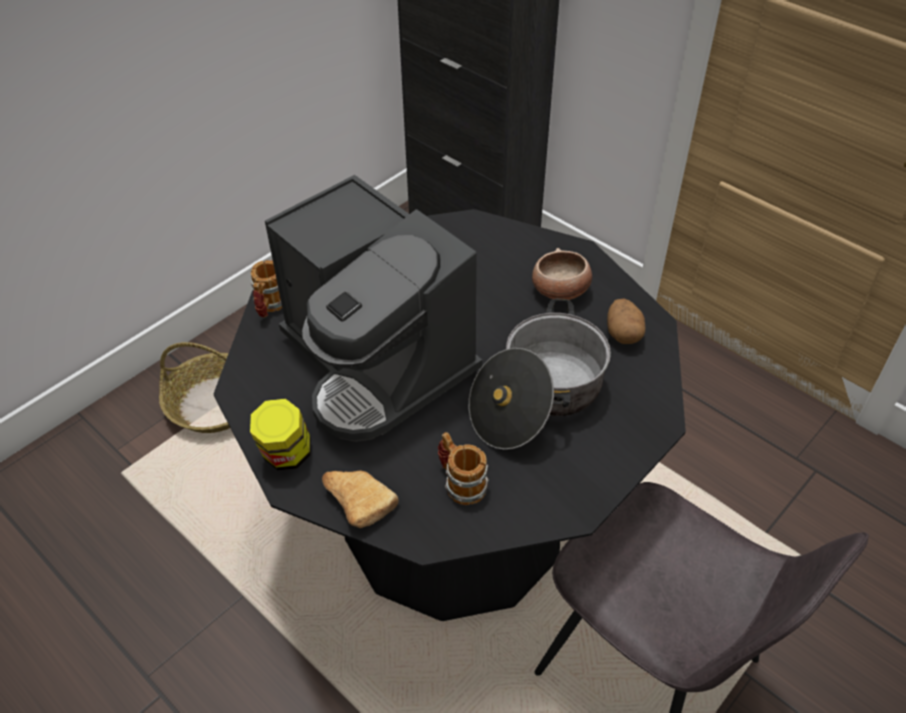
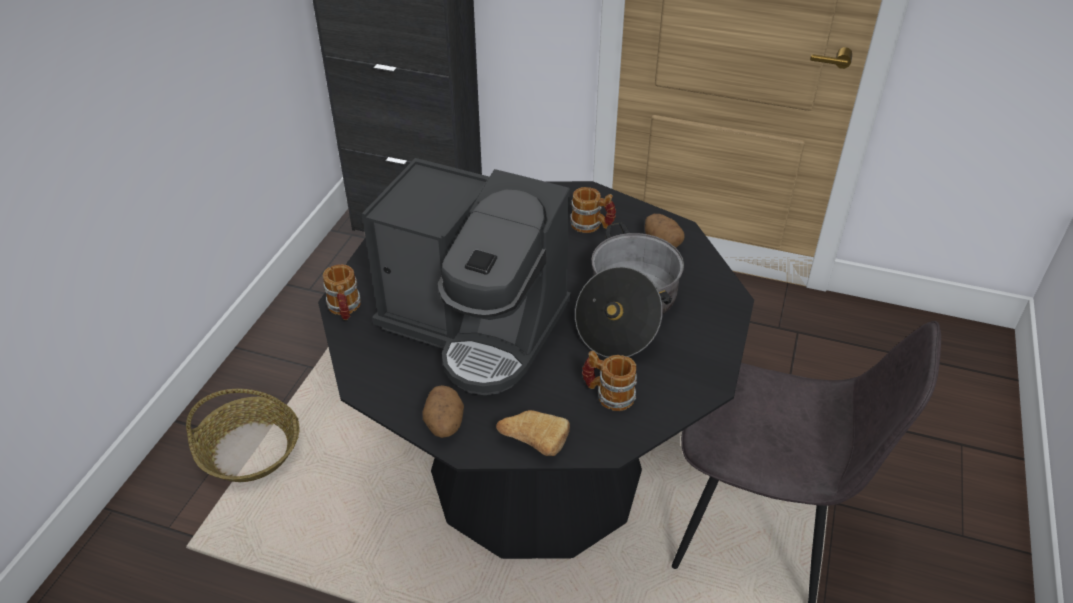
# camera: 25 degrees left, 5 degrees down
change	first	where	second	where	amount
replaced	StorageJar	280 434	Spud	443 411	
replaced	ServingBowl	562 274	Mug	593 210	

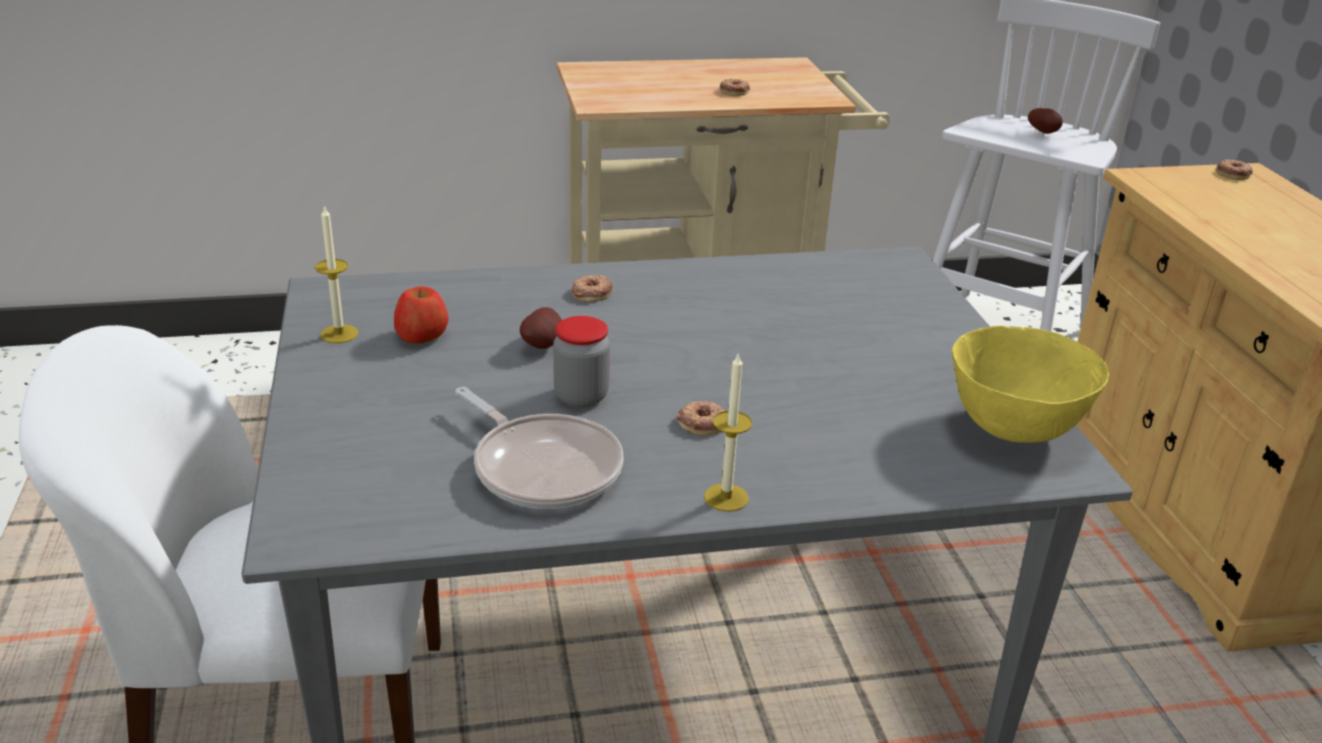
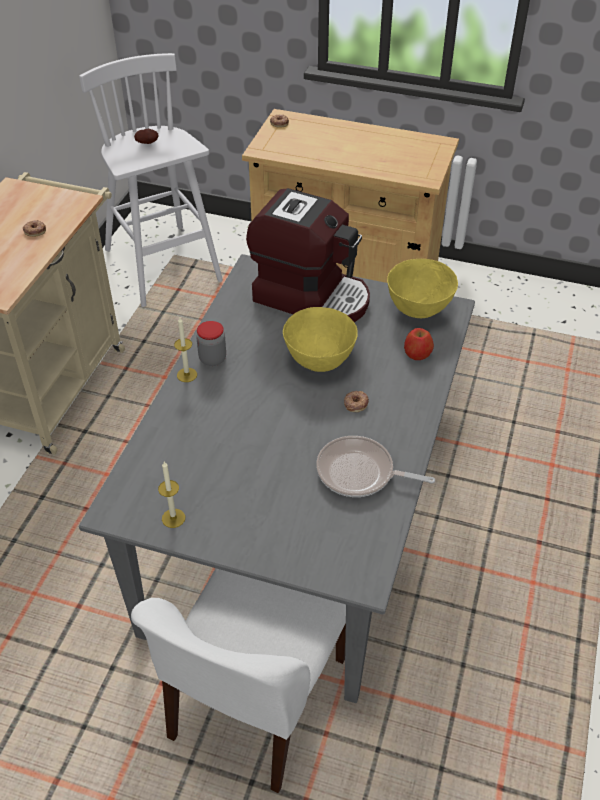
# camera: 60 degrees left, 15 degrees up
change	first	where	second	where	amount
removed	Spud	541 328			
removed	Doughnut	591 288			
added			CoffeeMaker	308 255	
added			YellowColouredServingBowl	320 339	
moved	Apple	421 315		419 344	
moved	StorageJar	581 361		211 343	
moved	WaxLight	728 433		185 350	
turned	Skillet	539 448		375 466	150 degrees counterclockwise

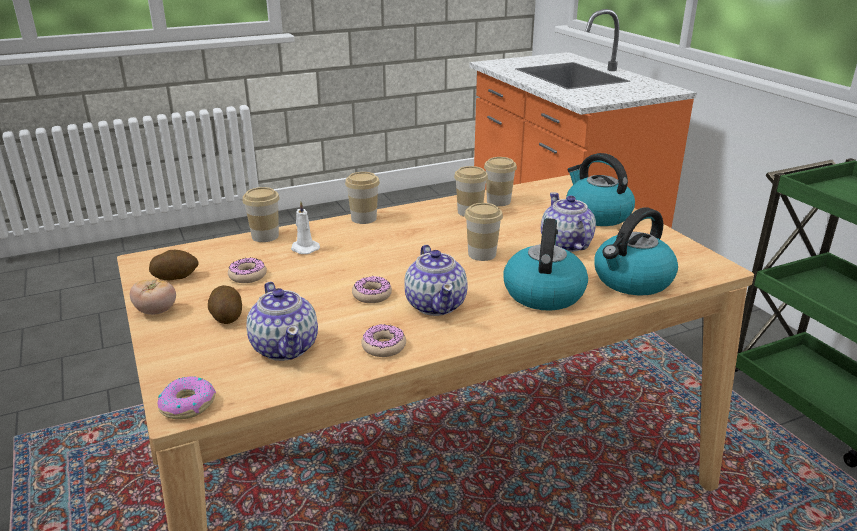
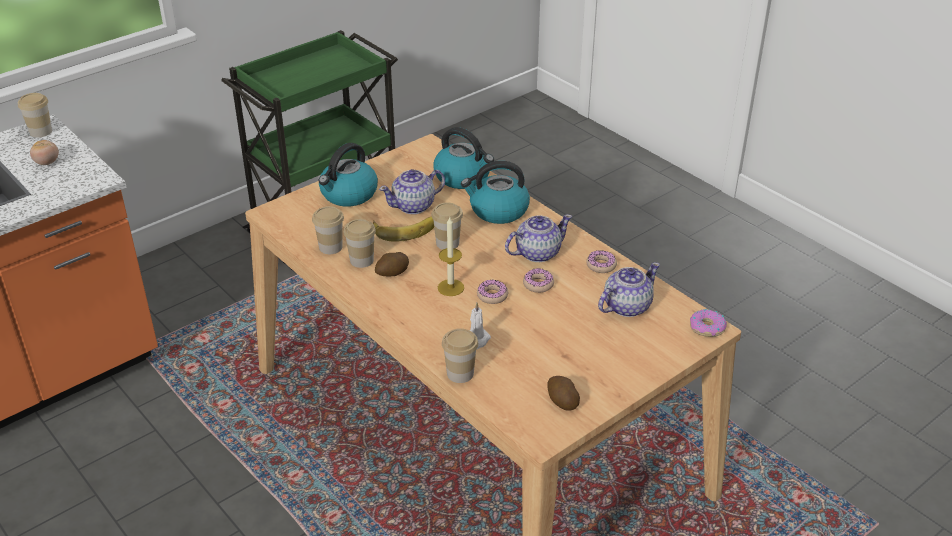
# camera: 105 degrees left, 10 degrees up
change	first	where	second	where	amount
added			BananaFruit	403 229	
added			WaxLight	451 256	
moved	Tomato	153 297		44 152	
moved	Spud	225 304		392 264	
moved	Doughnut	247 270		492 292	
moved	SmallCup	362 198		35 115	

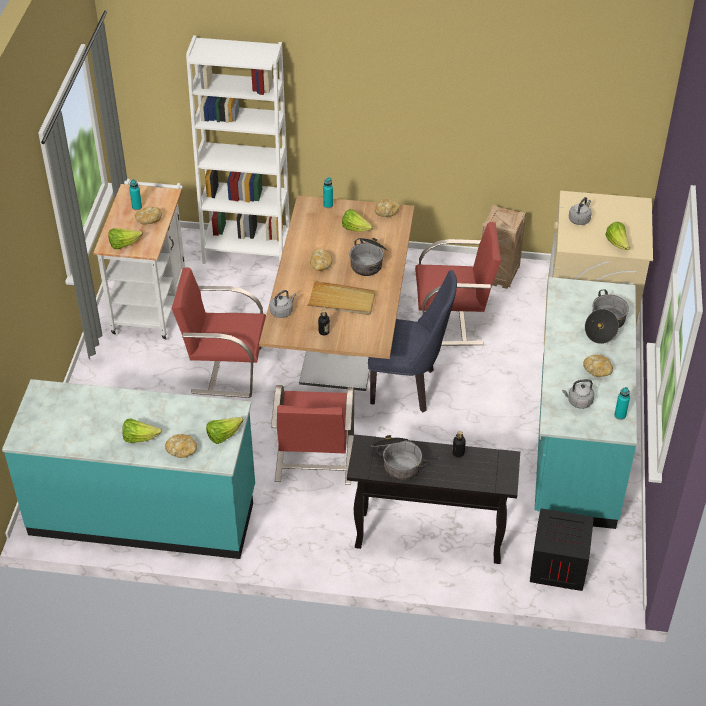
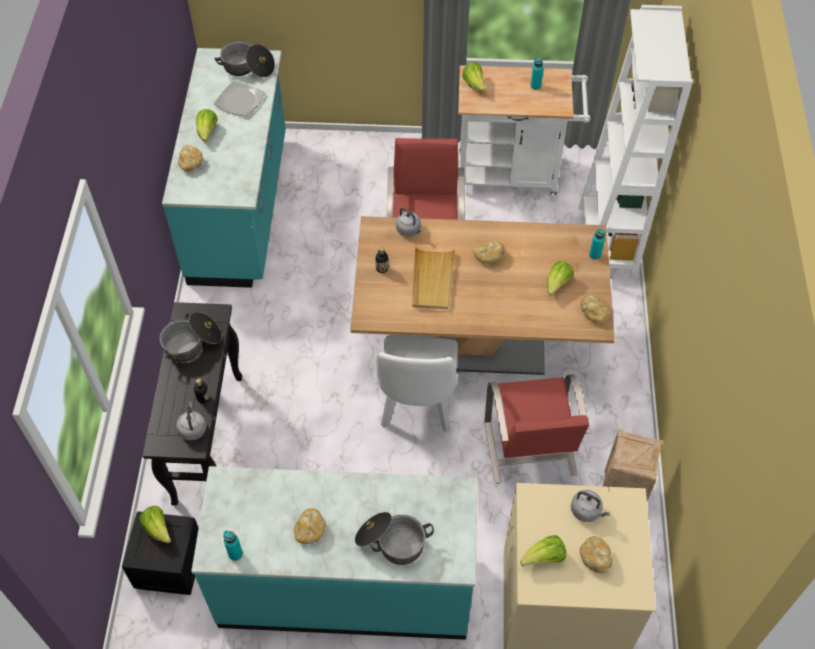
# camera: 85 degrees right, 10 degrees up
change	first	where	second	where	amount
removed	ReddishPlainChair	312 435			
added			DinnerPlate	239 99	
moved	BakeryBread	148 215		596 554	
moved	HeadOfLettuce	224 430		155 524	
moved	Stockpot	369 257		244 59	
moved	GreyishTeaKettle	578 394		191 421	
recoloured	BlueColouredPlainChair	412 341	WhiteColouredPlainChair	417 384	

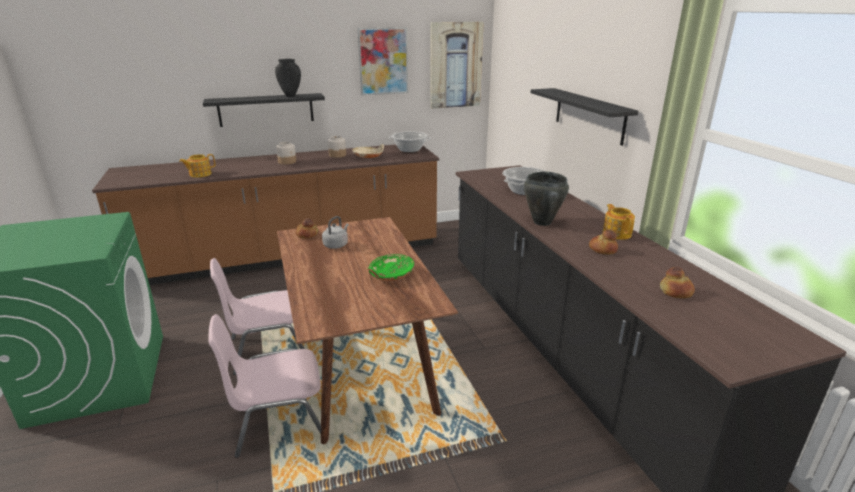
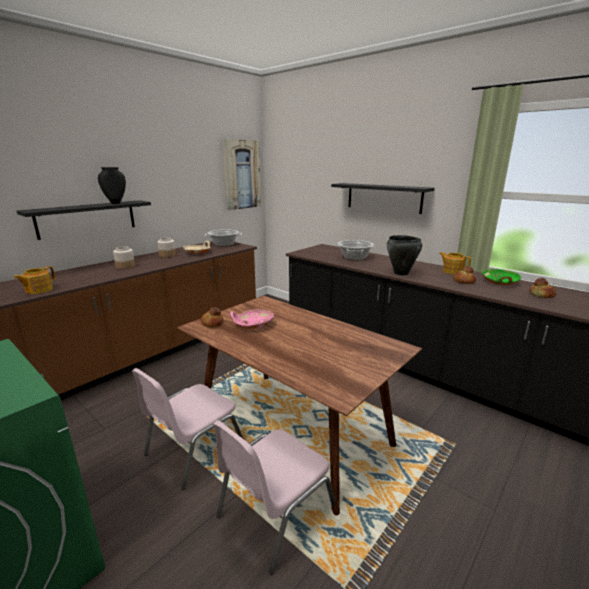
# camera: 30 degrees left, 5 degrees down
change	first	where	second	where	amount
removed	Picture	383 61			
moved	GreenishServingBowl	391 267		501 277	
replaced	GreyishTeaKettle	335 232	PinkColouredServingBowl	252 319	

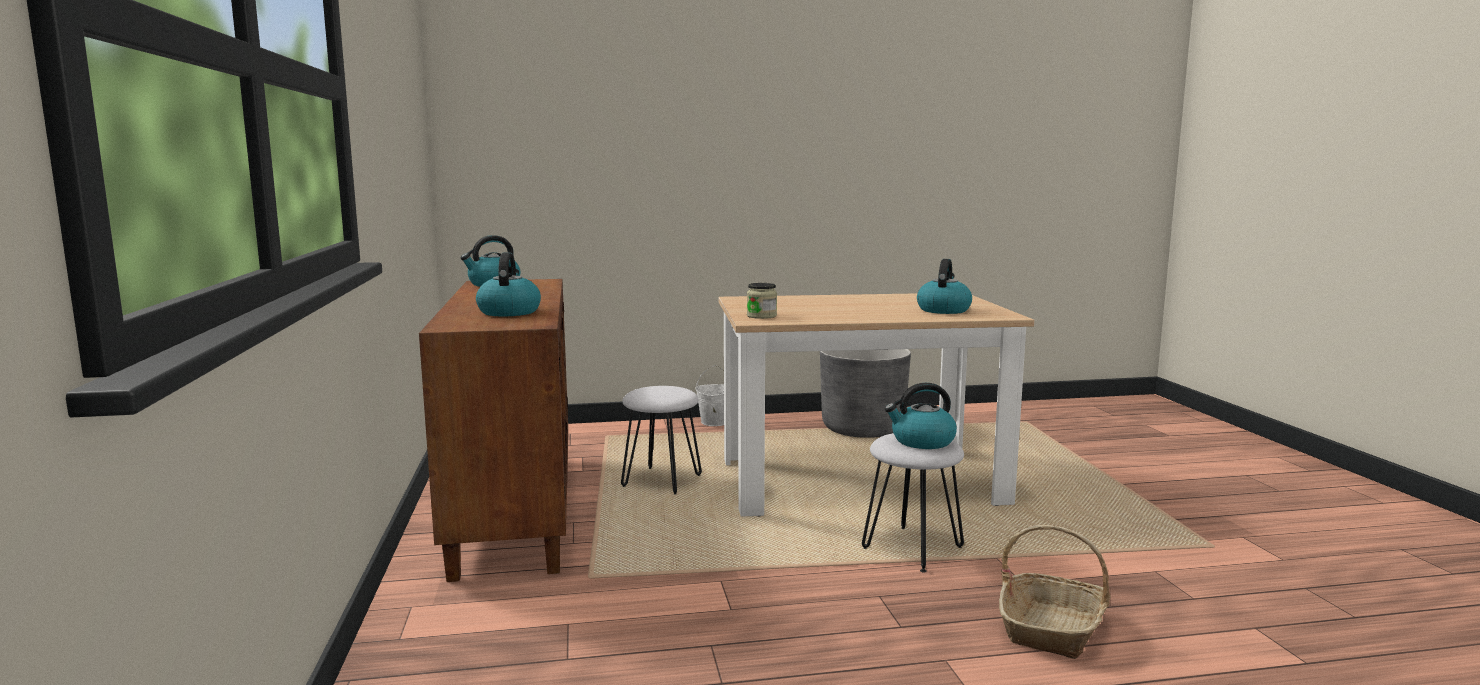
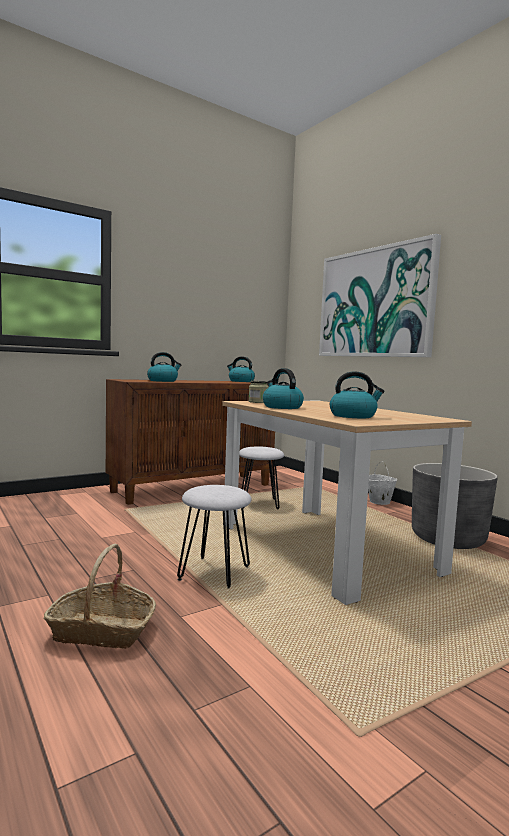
# camera: 65 degrees right, 5 degrees down
change	first	where	second	where	amount
added			Picture	380 295	
moved	TeaKettle	921 416		283 388	

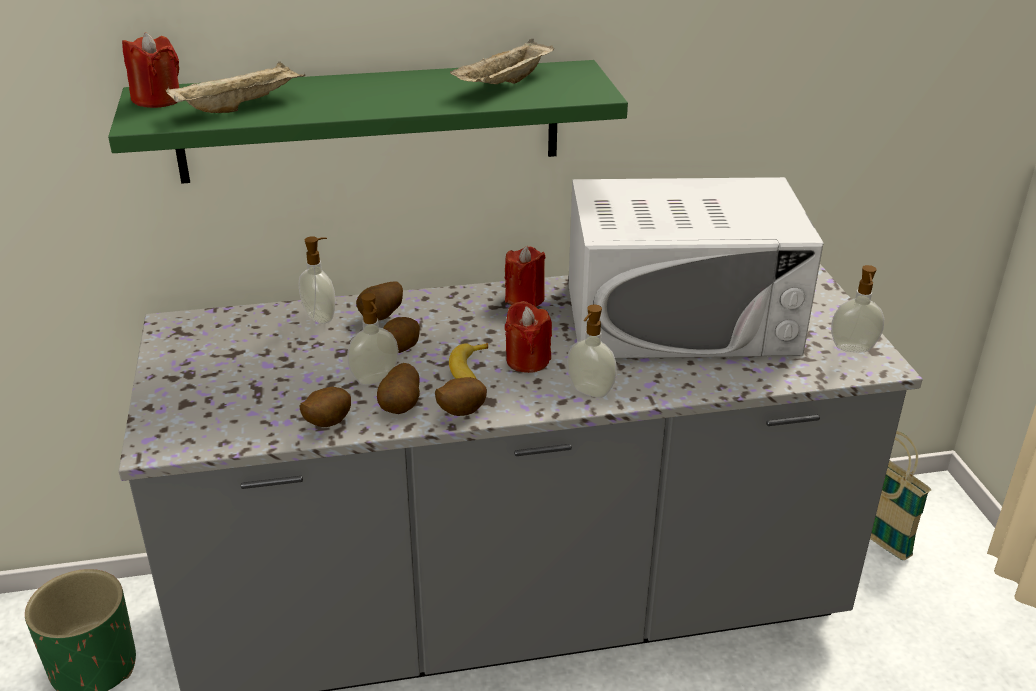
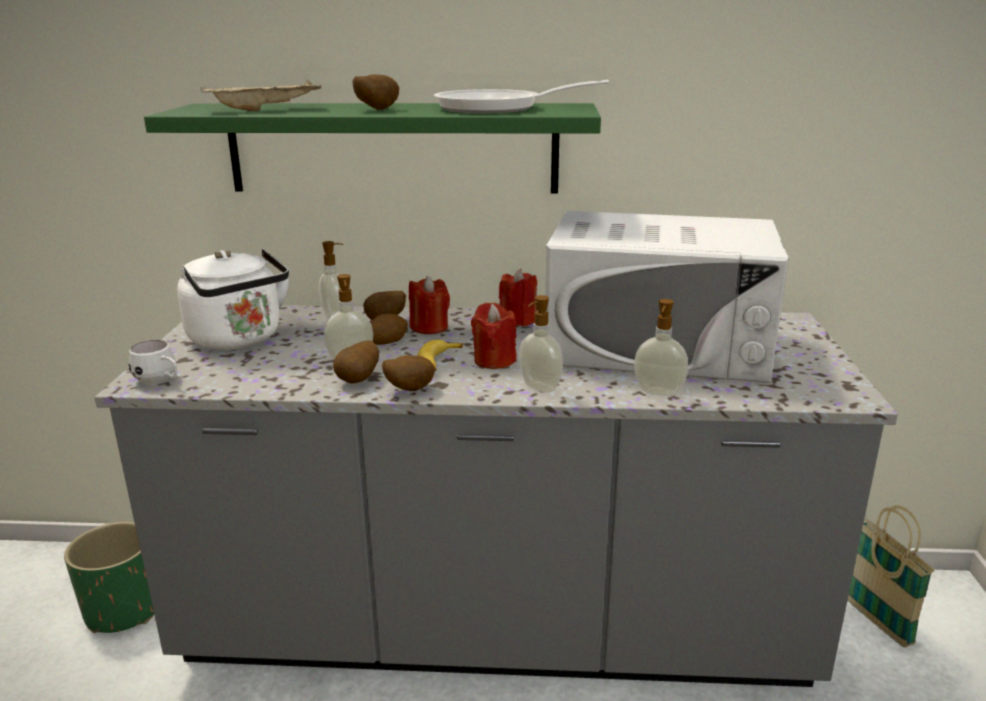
# camera: 15 degrees right, 10 degrees down
change	first	where	second	where	amount
added			WhiteColouredMug	153 362	
added			WhiteColouredTeaKettle	233 299	
moved	ReddishWaxLight	150 70		429 305	
moved	Spud	325 407		375 92	
moved	SoapBottle	857 308		661 347	
replaced	BeigeColouredCarryingTray	502 61	Skillet	521 97	

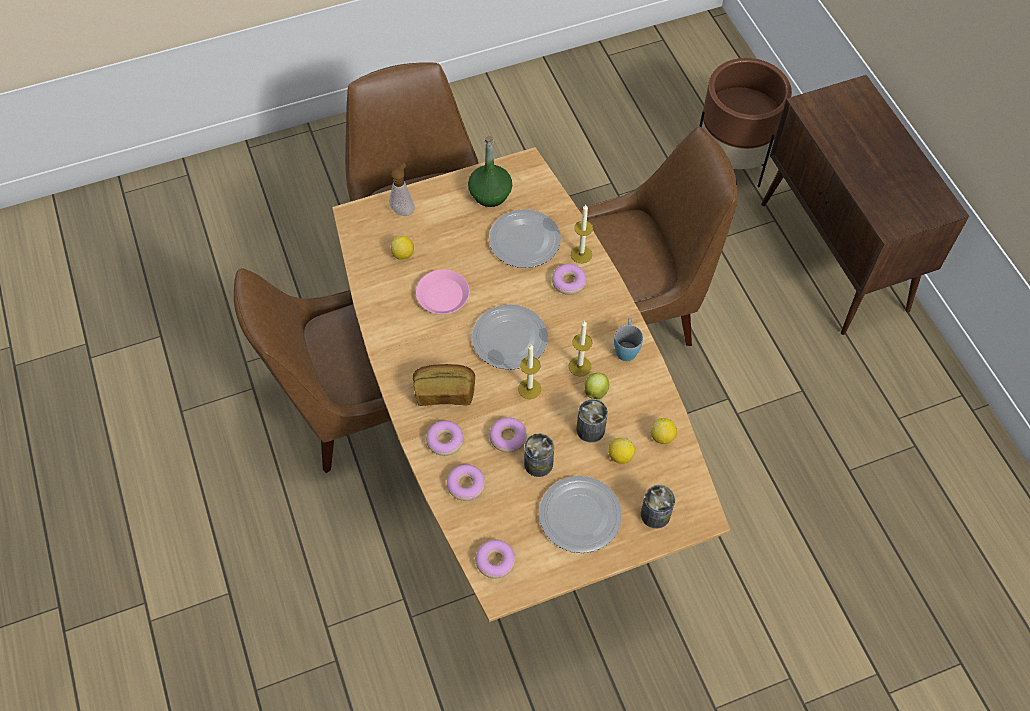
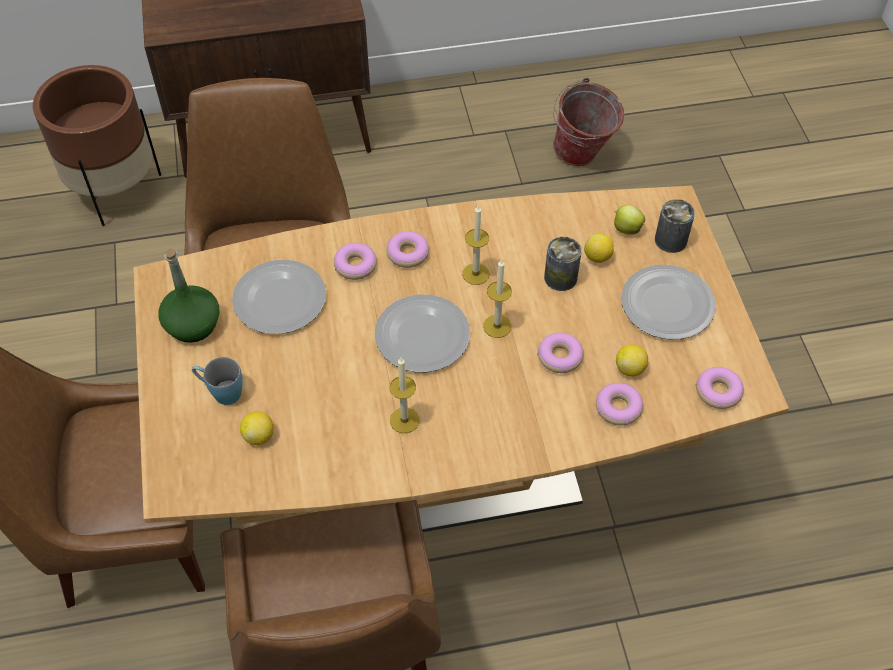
# camera: 80 degrees left, 5 degrees down
change	first	where	second	where	amount
removed	SoapBottle	402 189			
removed	BakeryBread	444 385			
removed	PinkColouredDinnerPlate	443 291			
removed	Can	539 455			
added			Bucket	588 122	
moved	Doughnut	445 438		407 249	
moved	WaxLight	582 234		405 395	
moved	Apple	596 386		629 220	
moved	BlueColouredMug	628 339		217 381	
moved	CitrusFruit	664 431		632 360	

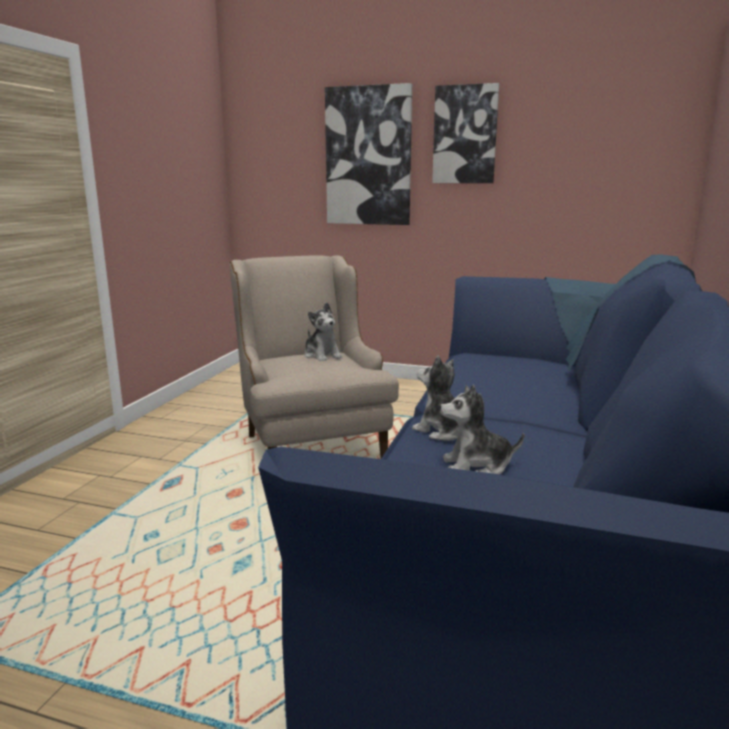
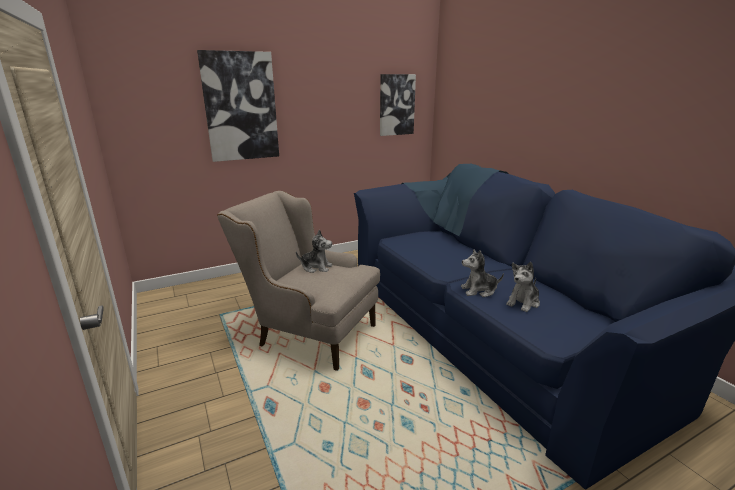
# camera: 45 degrees left, 5 degrees up
change	first	where	second	where	amount
moved	Picture	465 133		398 105	

